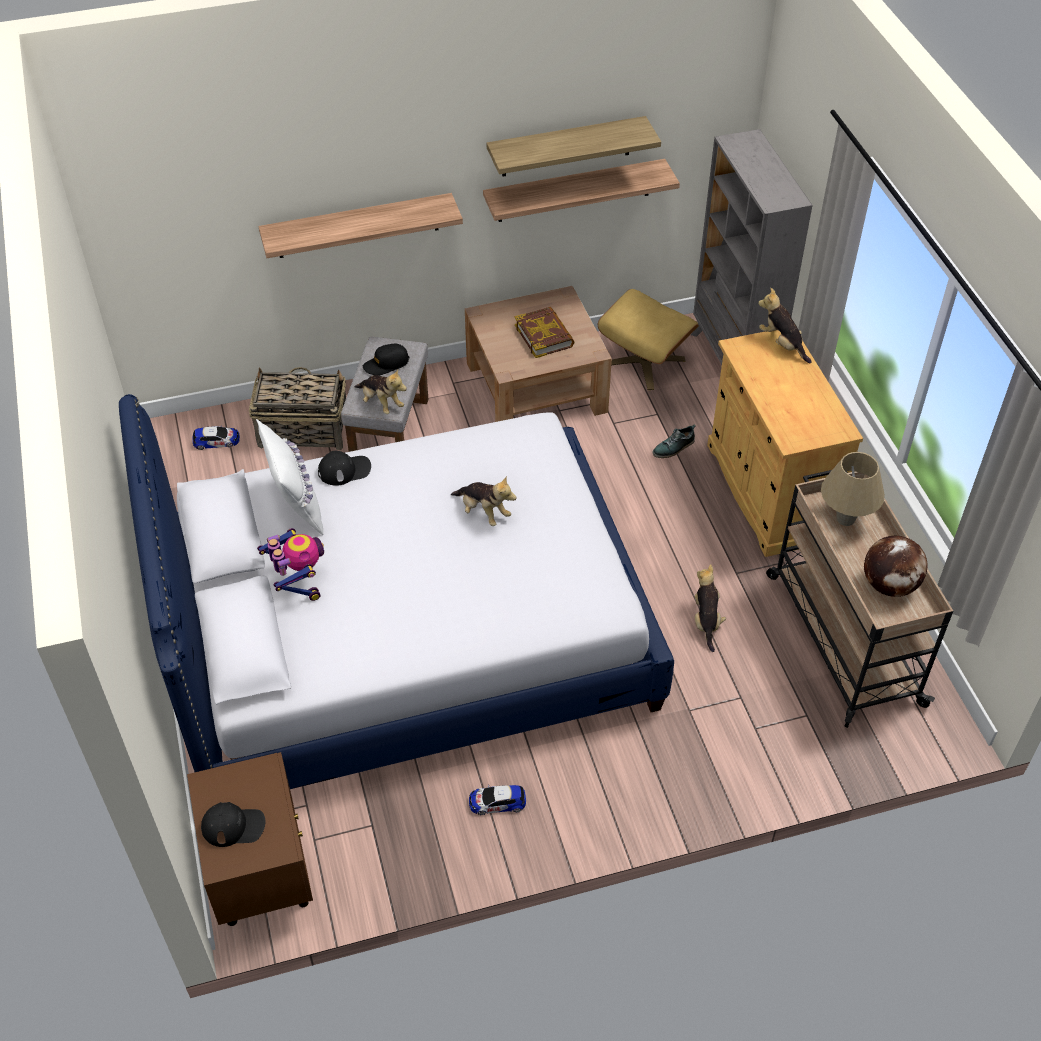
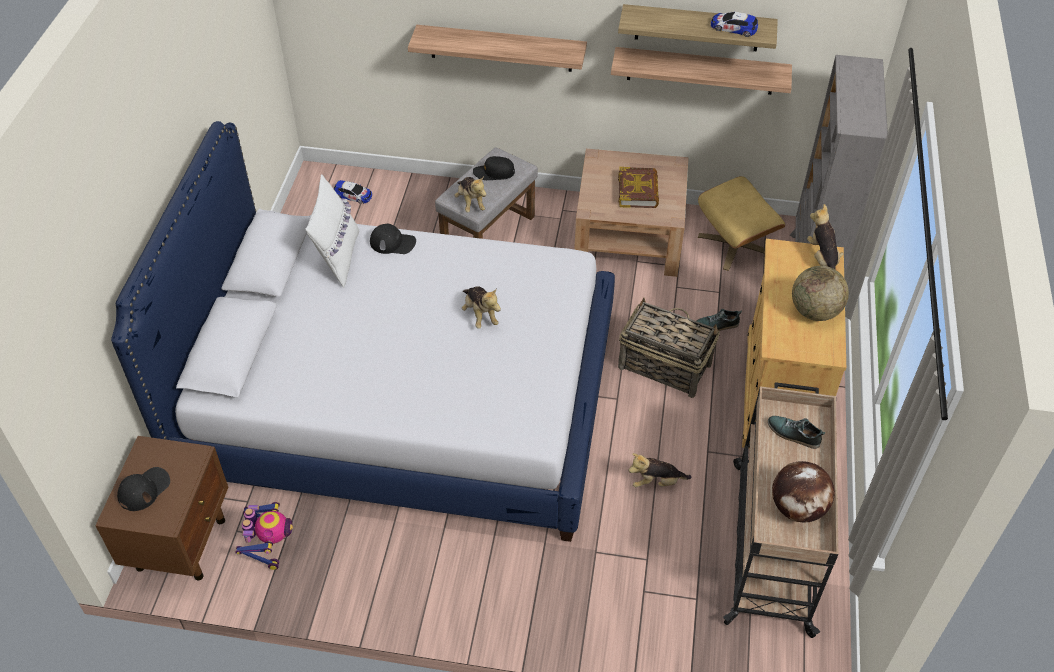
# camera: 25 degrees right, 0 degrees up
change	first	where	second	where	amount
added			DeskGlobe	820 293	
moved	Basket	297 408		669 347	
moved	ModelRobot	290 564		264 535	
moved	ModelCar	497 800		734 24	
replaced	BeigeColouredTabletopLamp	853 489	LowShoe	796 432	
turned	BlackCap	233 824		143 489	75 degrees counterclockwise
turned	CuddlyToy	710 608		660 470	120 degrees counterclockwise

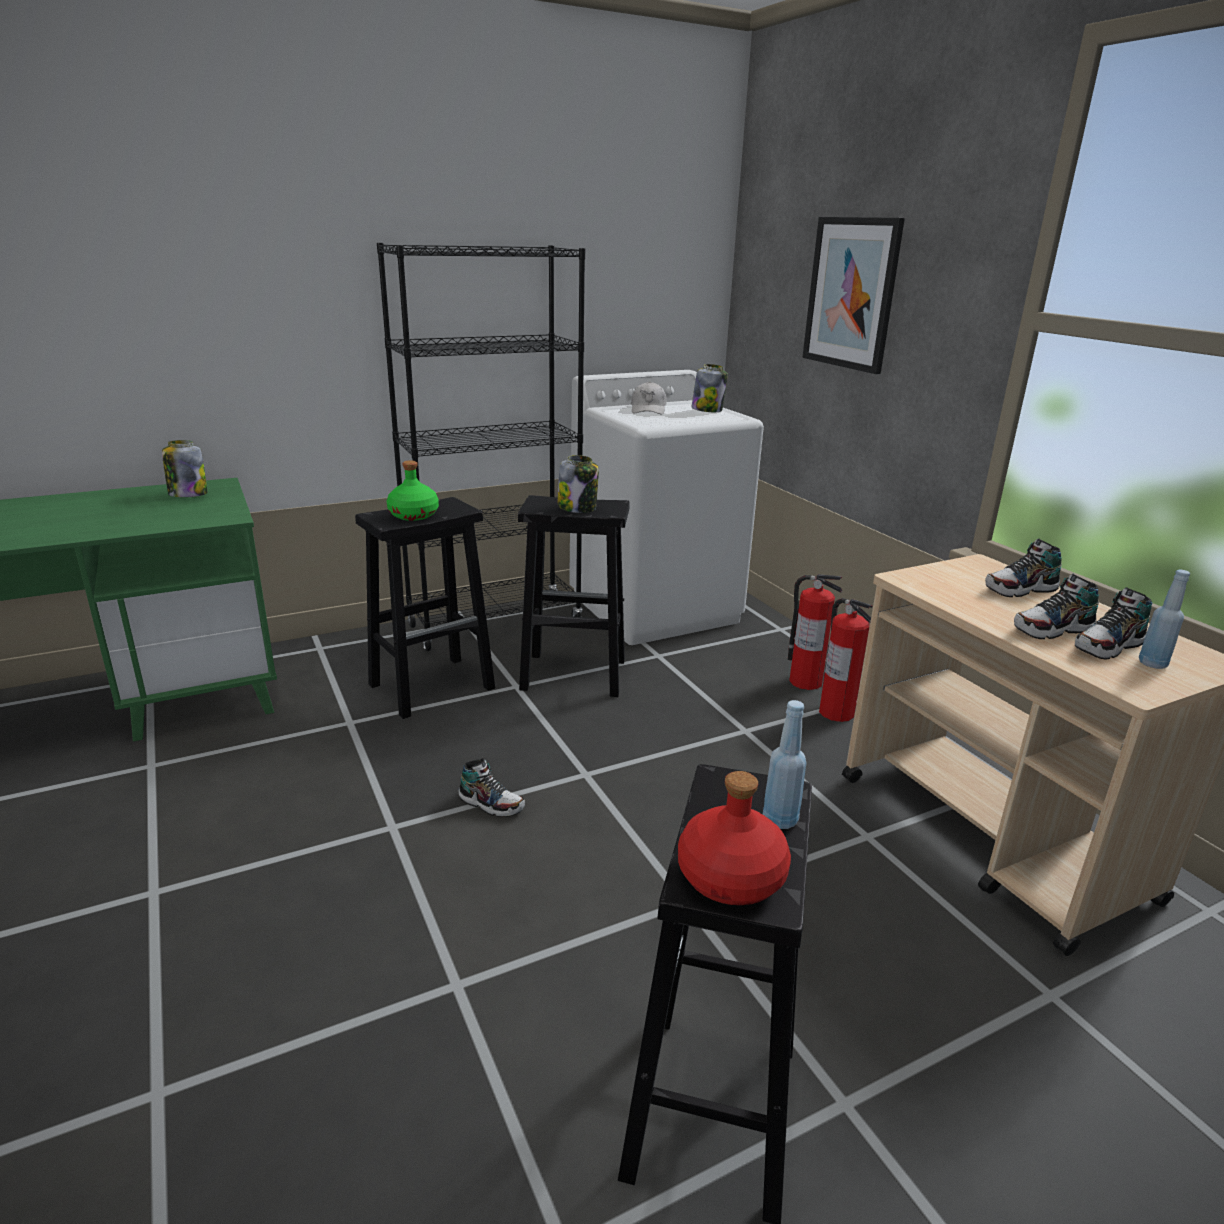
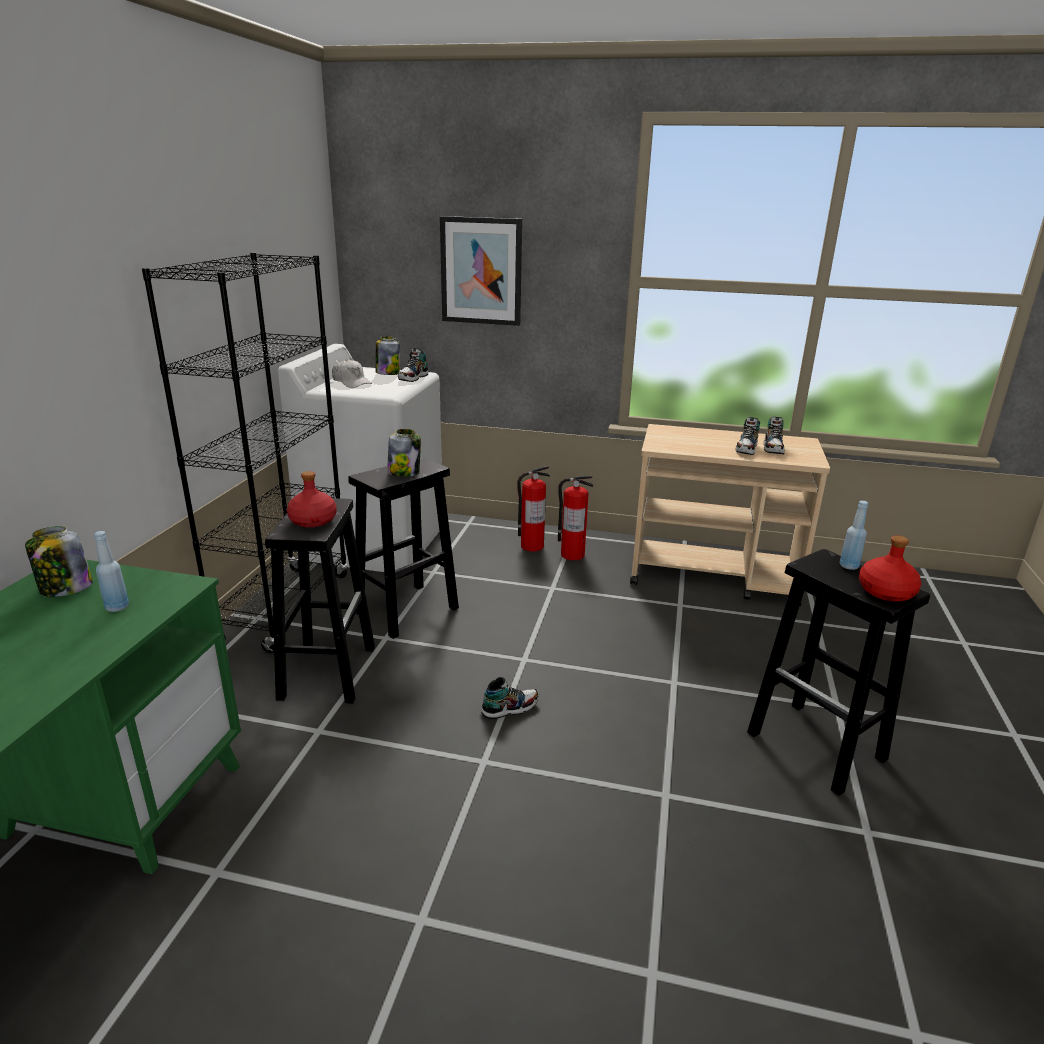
# camera: 50 degrees left, 0 degrees up
change	first	where	second	where	amount
moved	LowShoe	1023 568		413 365	
moved	BlueColouredBottle	1164 619		111 571	
recoloured	GreenishBottle	413 490	ReddishBottle	312 499	

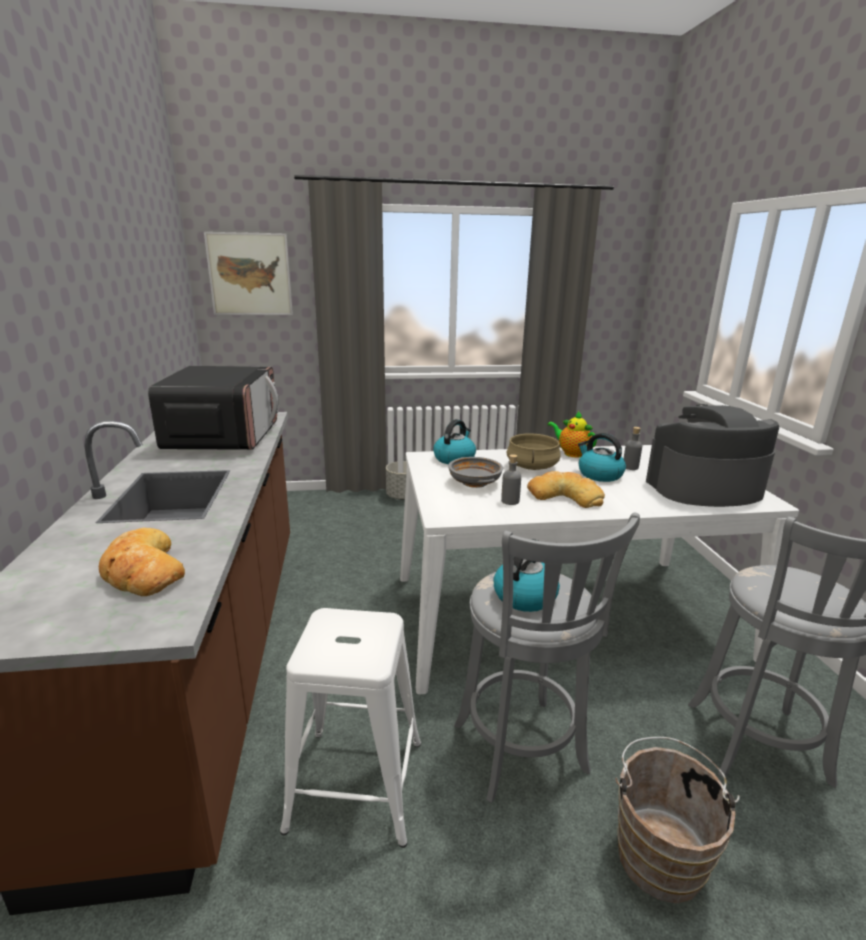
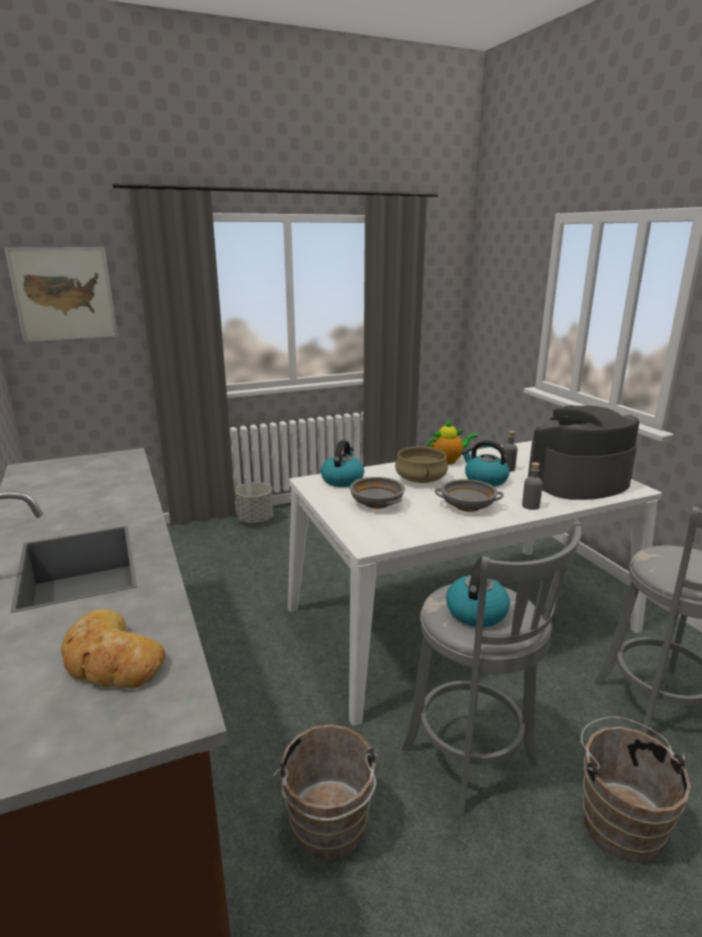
# camera: 15 degrees left, 0 degrees up
change	first	where	second	where	amount
removed	Microwave	213 408			
moved	GreyishBottle	511 479		532 486	
replaced	WhiteColouredStoolSeat	350 728	BrownishBucket	326 792	
replaced	BakeryBread	566 489	GreyishServingBowl	469 495	
turned	PotForTea	572 434		452 442	135 degrees clockwise

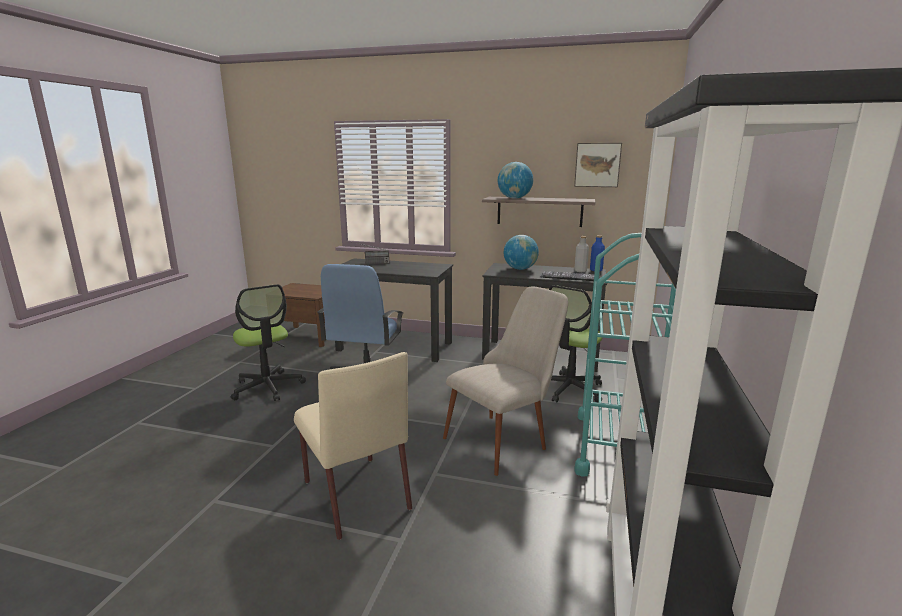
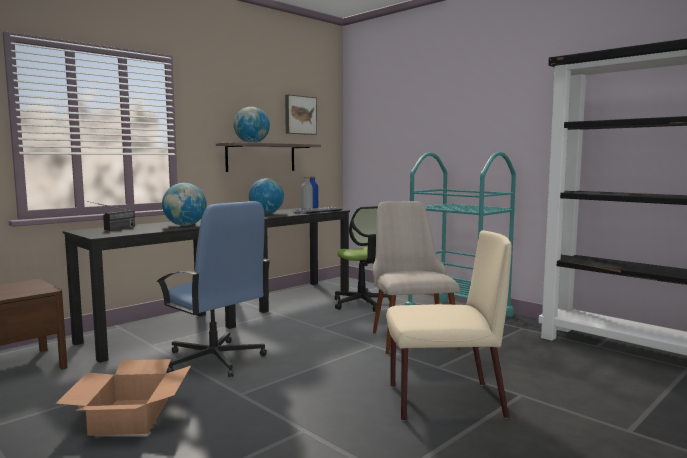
# camera: 60 degrees left, 10 degrees down
change	first	where	second	where	amount
added			DeskGlobe	184 204	
replaced	DeskChair	268 342	CardboardBox	123 397	

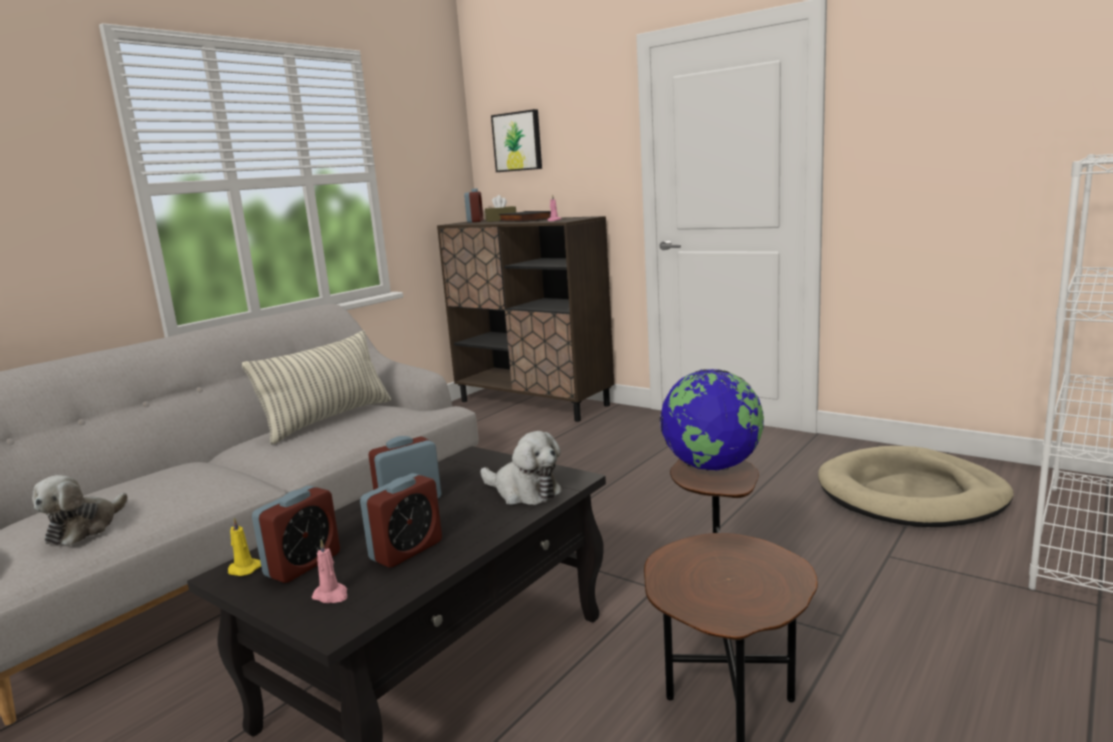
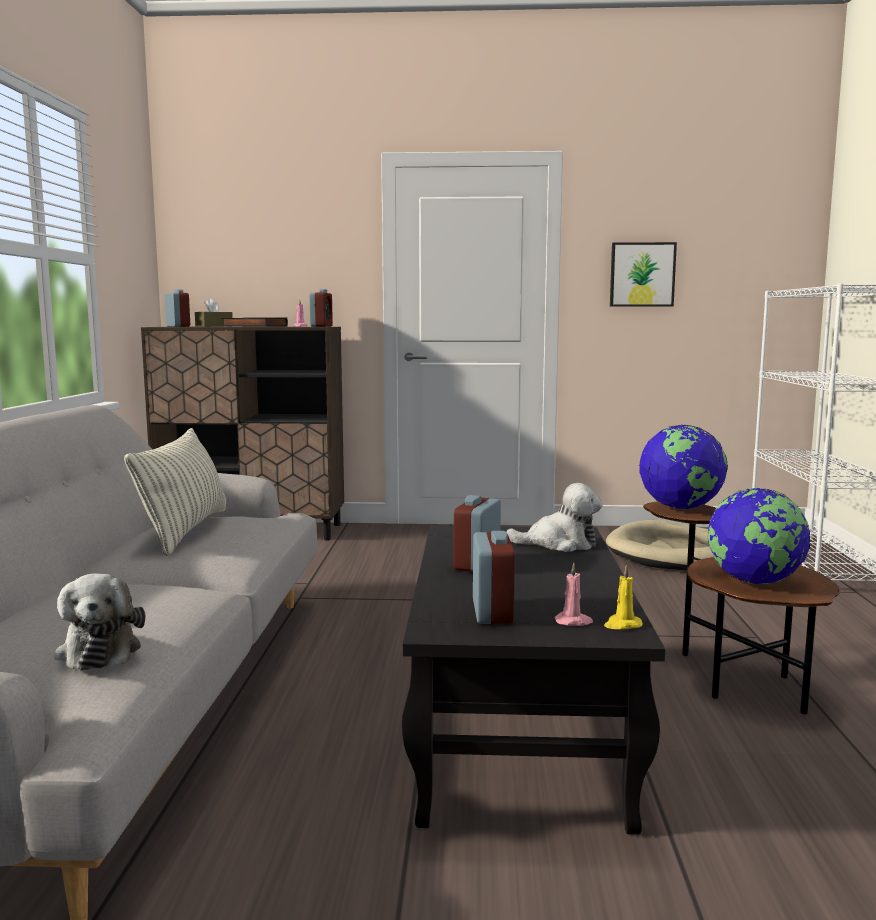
# camera: 35 degrees left, 5 degrees down
change	first	where	second	where	amount
added			DeskGlobe	759 536	
moved	YellowColouredWaxLight	244 546		623 596	
moved	BedsideClock	401 520		321 308	
moved	Picture	516 140		643 274	

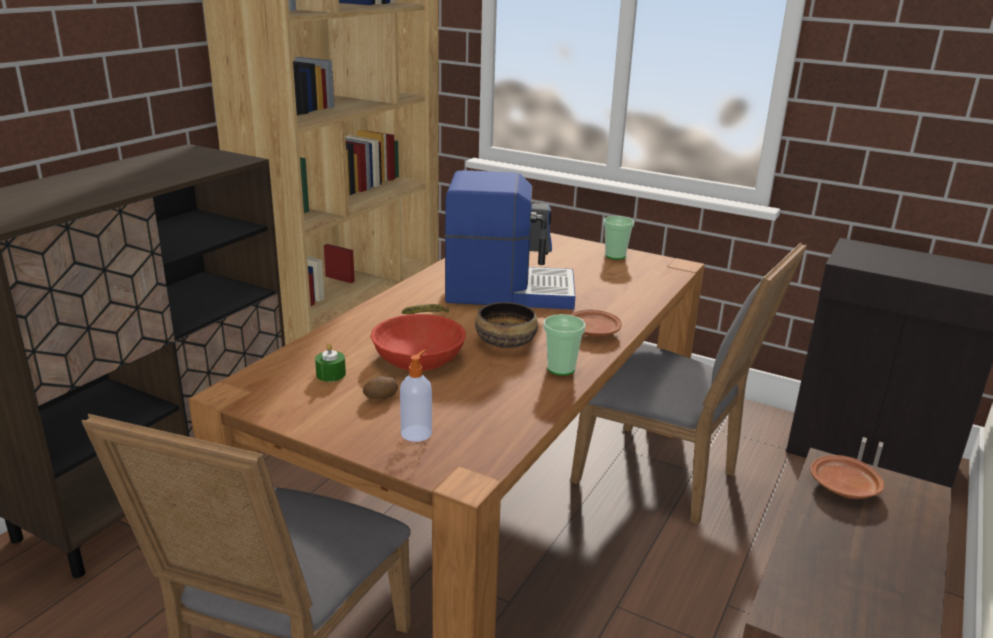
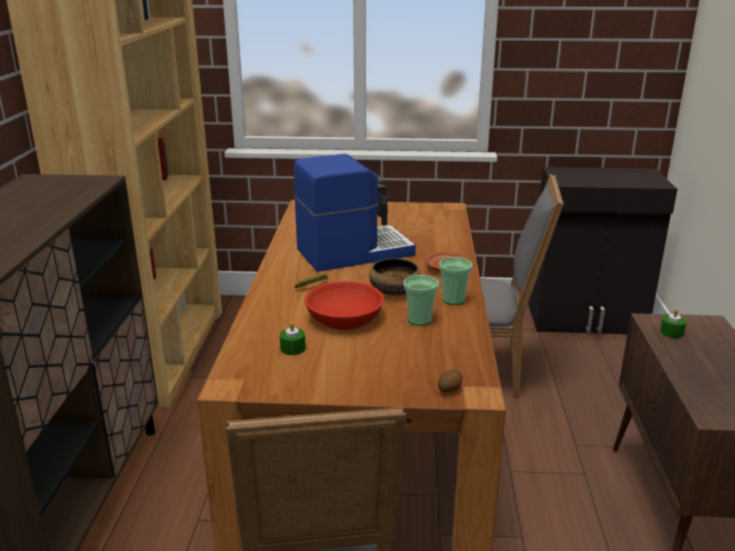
# camera: 25 degrees left, 0 degrees up
change	first	where	second	where	amount
removed	SoapBottle	416 396			
moved	Spud	380 387		450 380	
moved	SmallCup	618 237		421 300	
replaced	BrownishDinnerPlate	847 477	GreenishWaxLight	673 323	

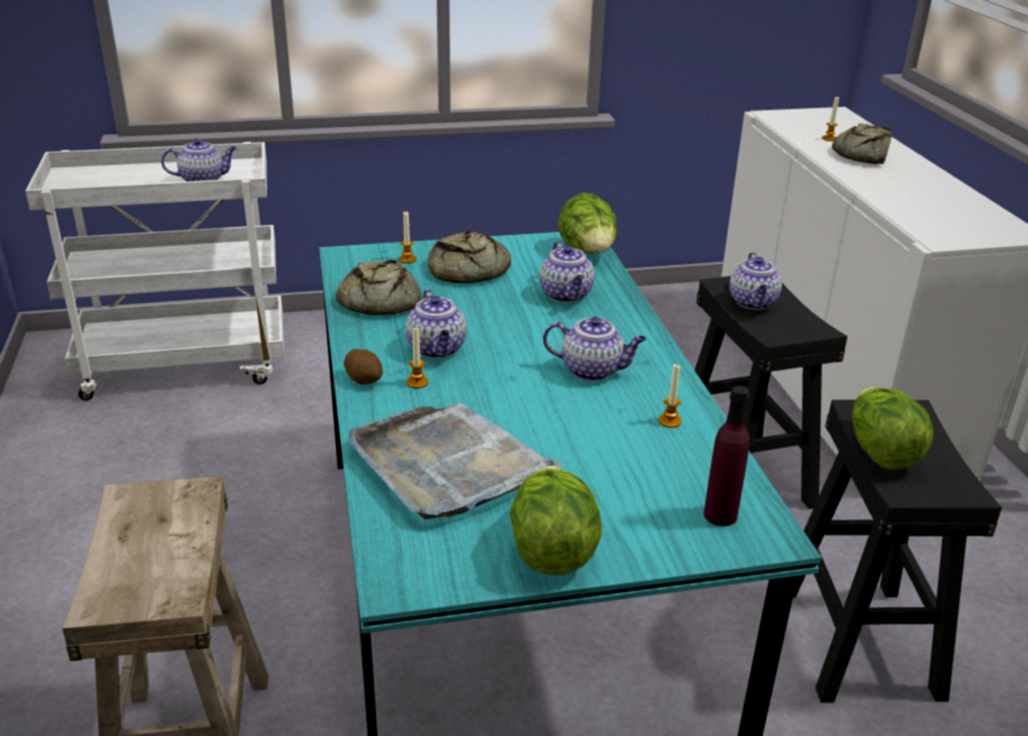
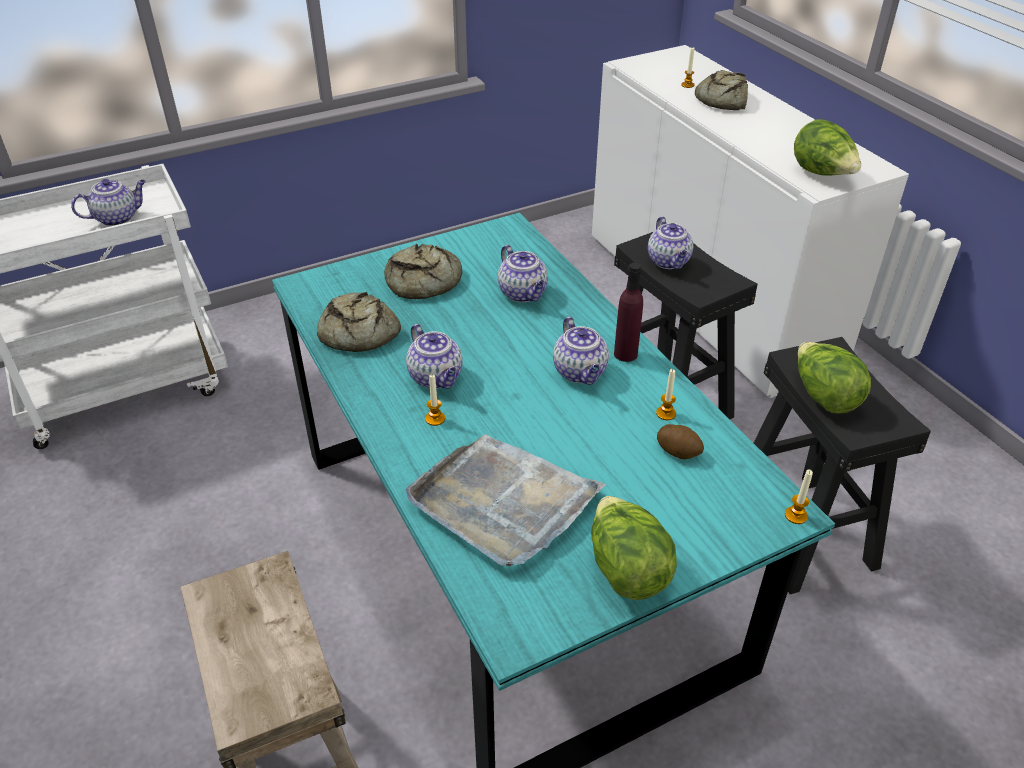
# camera: 15 degrees left, 10 degrees up
change	first	where	second	where	amount
moved	Spud	363 367		680 441	
moved	WaxLight	407 237		799 496	
moved	HeadOfLettuce	587 223		827 147	
moved	PurpleColouredBottle	727 456		628 312	
turned	PotForTea	594 348		581 351	75 degrees clockwise

